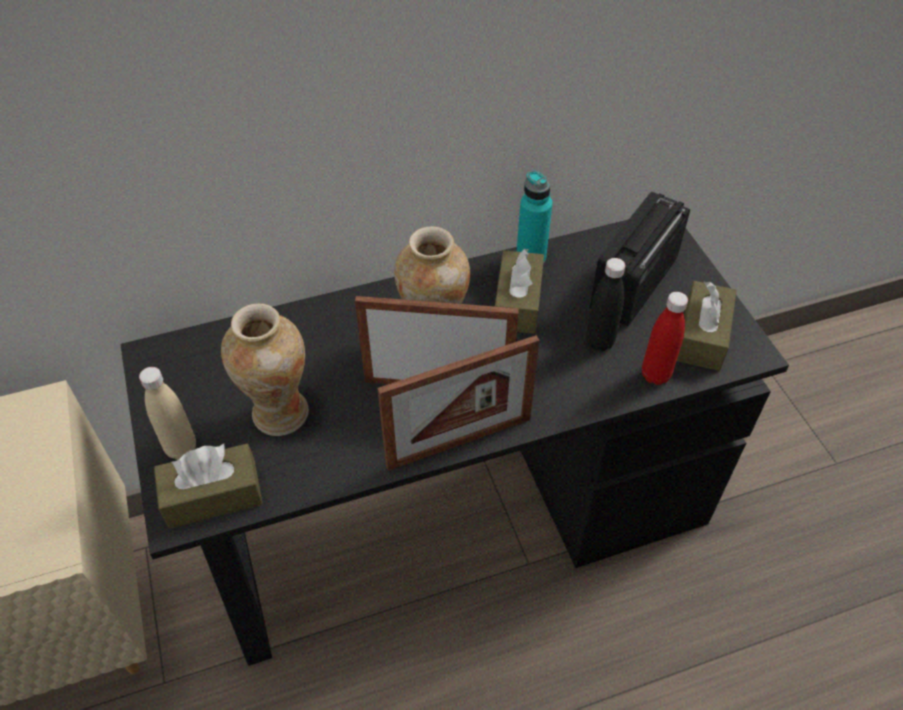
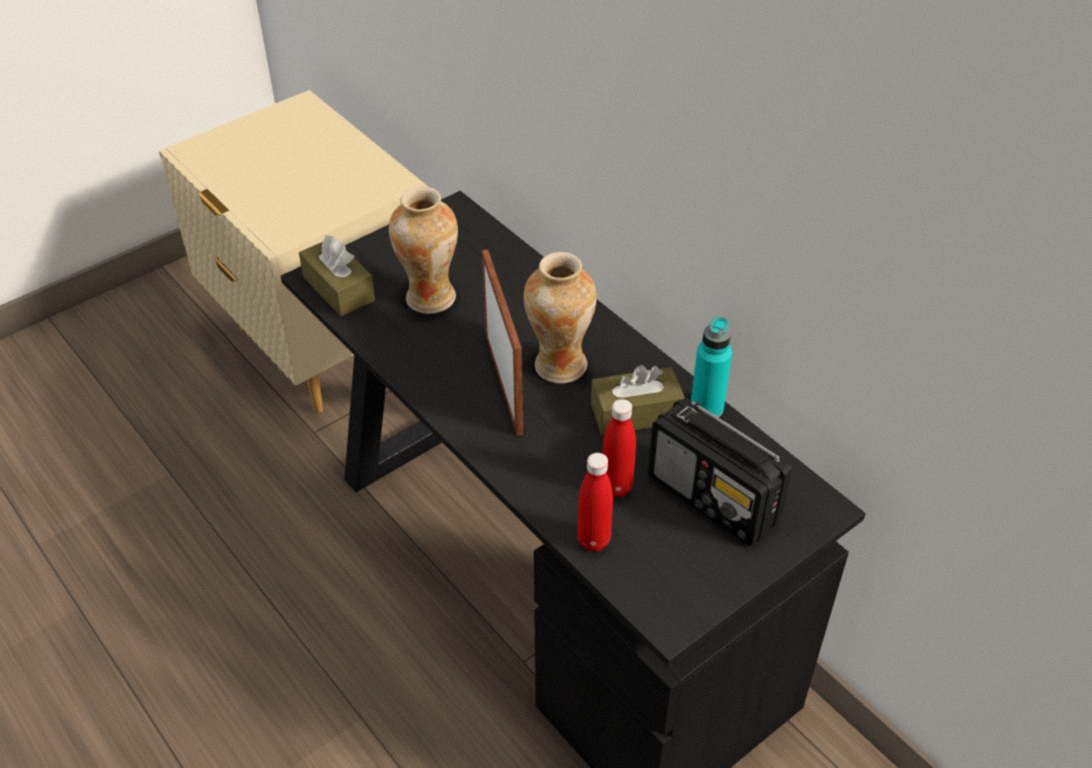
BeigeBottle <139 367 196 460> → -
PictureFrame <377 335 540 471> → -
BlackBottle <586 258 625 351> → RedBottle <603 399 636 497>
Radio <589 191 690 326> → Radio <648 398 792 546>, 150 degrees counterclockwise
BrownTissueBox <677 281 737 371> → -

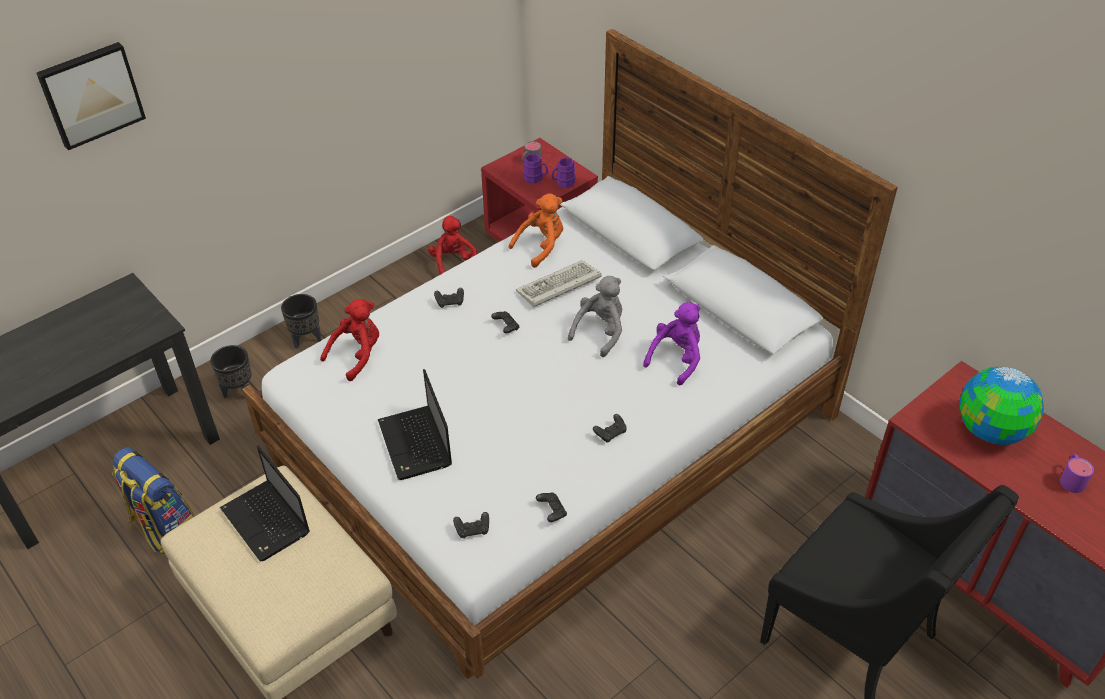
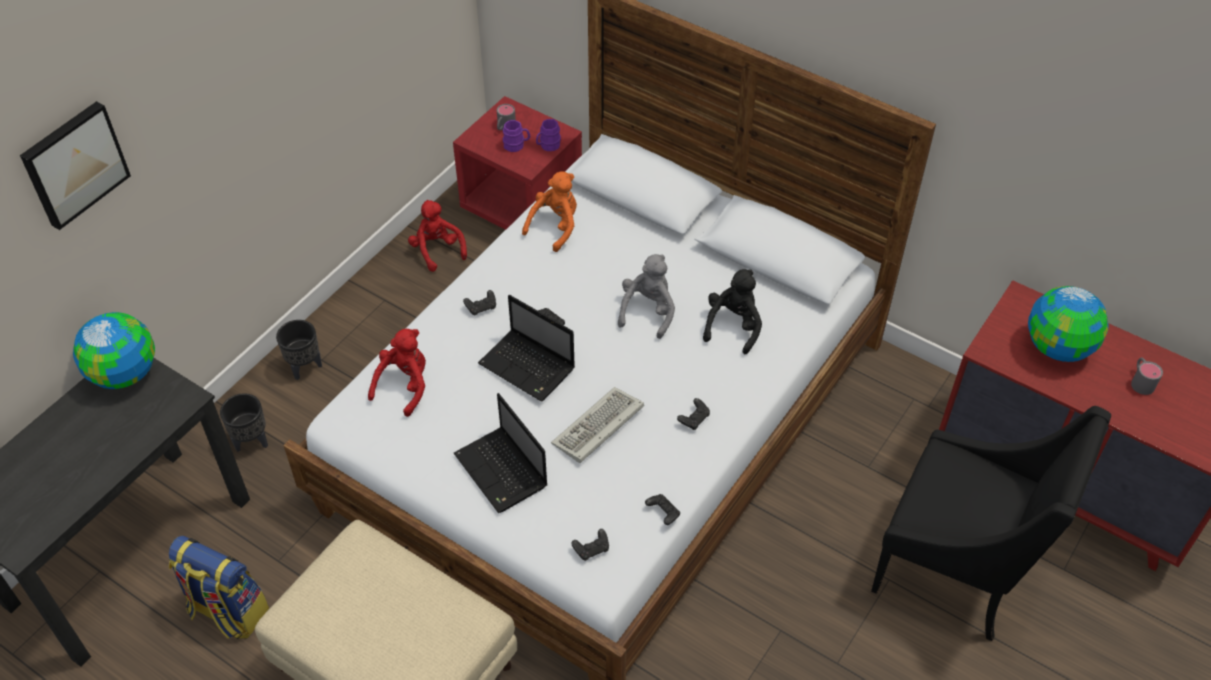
Laptop <220 446 310 562> → Laptop <478 295 575 402>, relocated
Keyboard <516 260 601 307> → Keyboard <551 387 644 463>, relocated
PurplePlushToy <643 302 700 385> → BlackPlushToy <703 269 762 354>
PurpleMug <1060 454 1094 493> → GreyMug <1131 358 1163 395>
- → Globe <73 312 155 389>

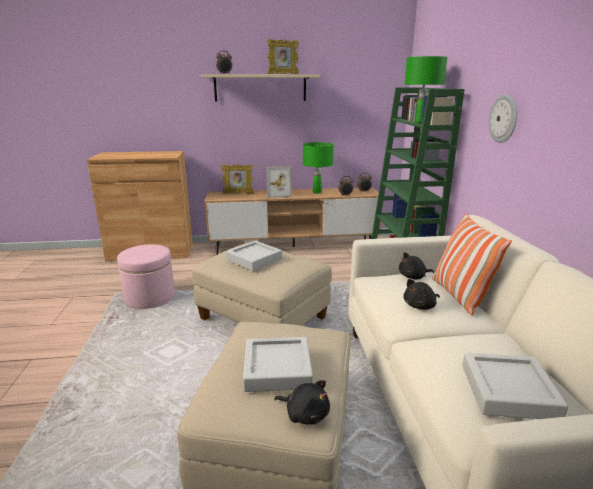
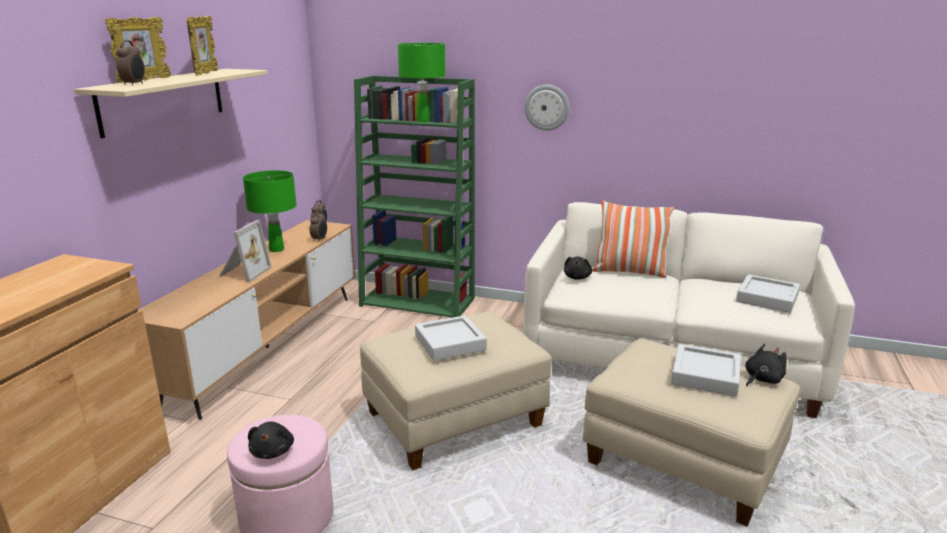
PictureFrame <221 165 254 194> → PictureFrame <105 17 171 83>, relocated
BlackPlushToy <404 279 440 310> → BlackPlushToy <248 421 294 459>, relocated

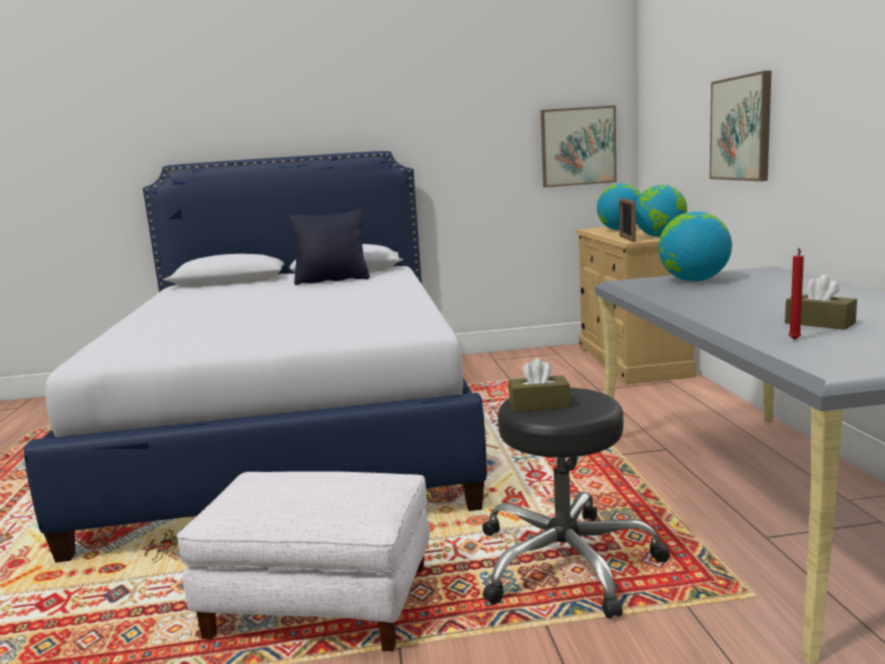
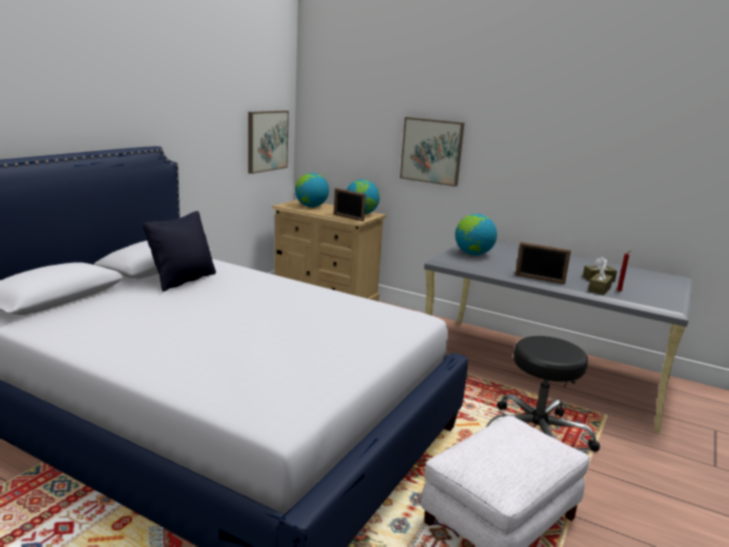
BrownTissueBox <509 358 570 412> → BrownTissueBox <588 266 613 295>, relocated
- → PictureFrame <515 242 571 284>

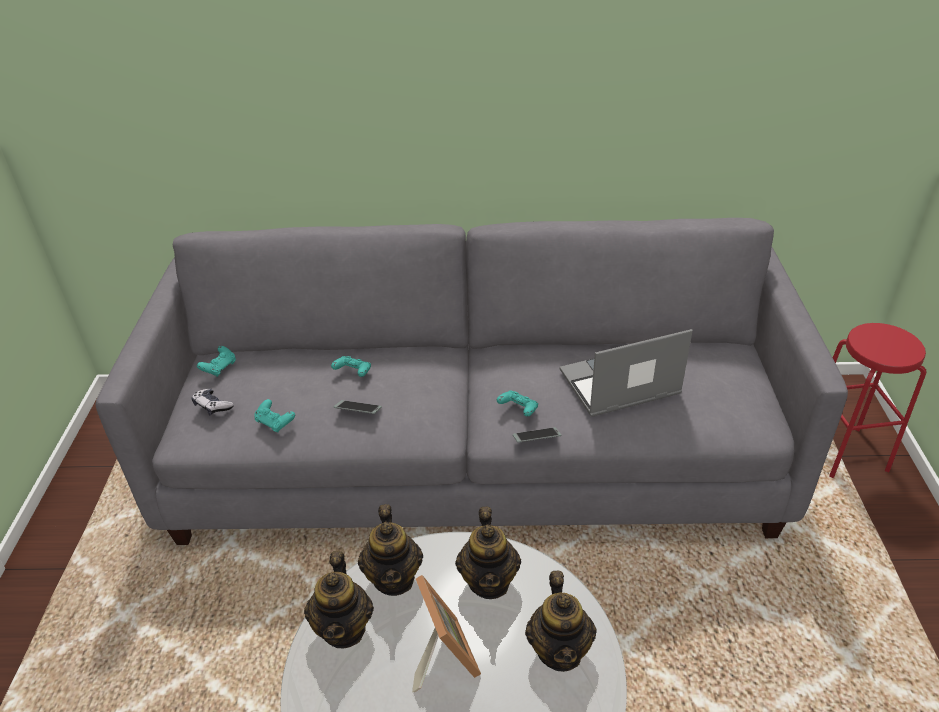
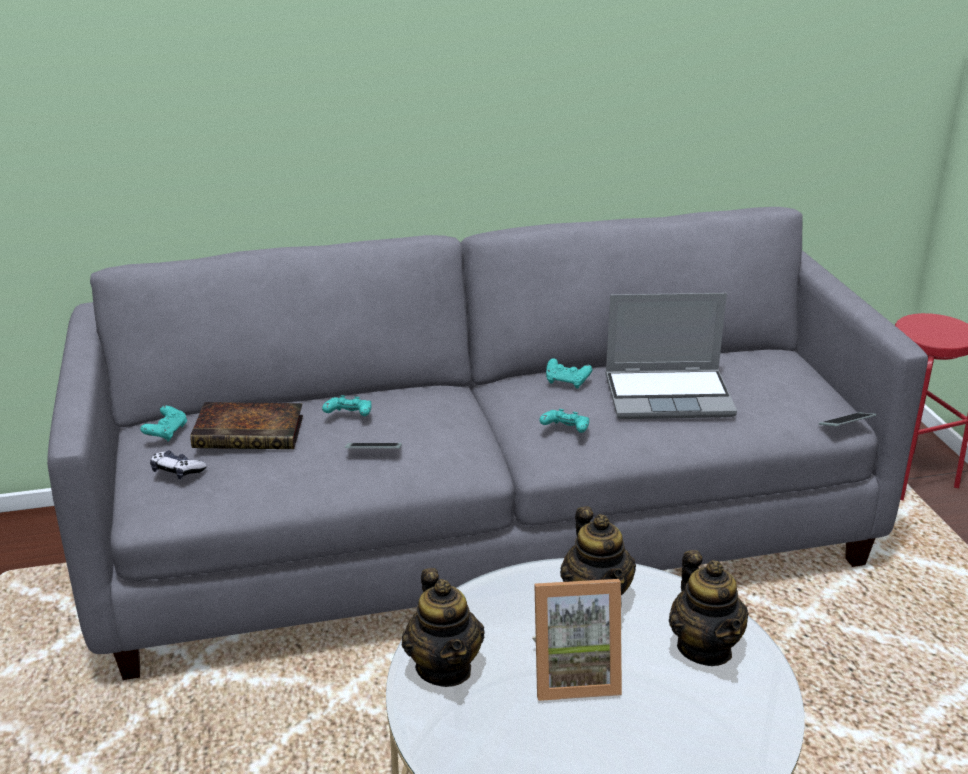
TurquoiseGameController <254 399 295 432> → TurquoiseGameController <546 358 592 389>, relocated
Teapot <358 504 423 596> → -
PictureFrame <412 575 481 692> → PictureFrame <532 579 622 701>, 120 degrees clockwise
Phone <513 427 561 443> → Phone <819 412 876 426>, relocated
Laptop <560 329 693 417> → Laptop <605 293 737 419>, 150 degrees counterclockwise
- → Book <191 402 303 449>

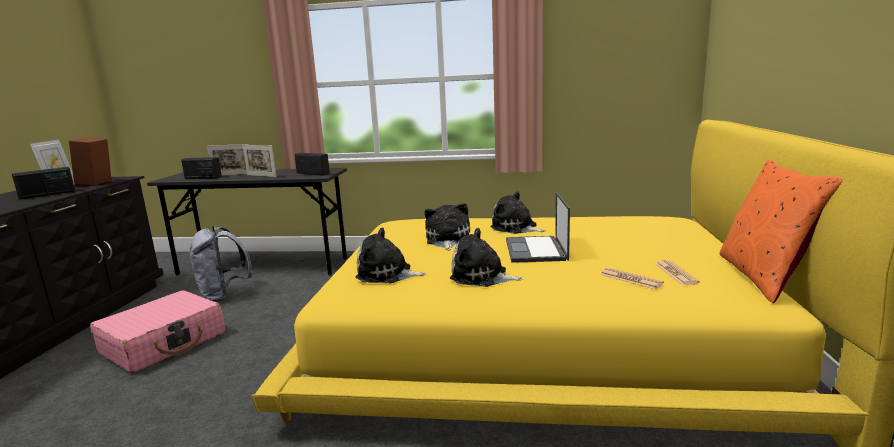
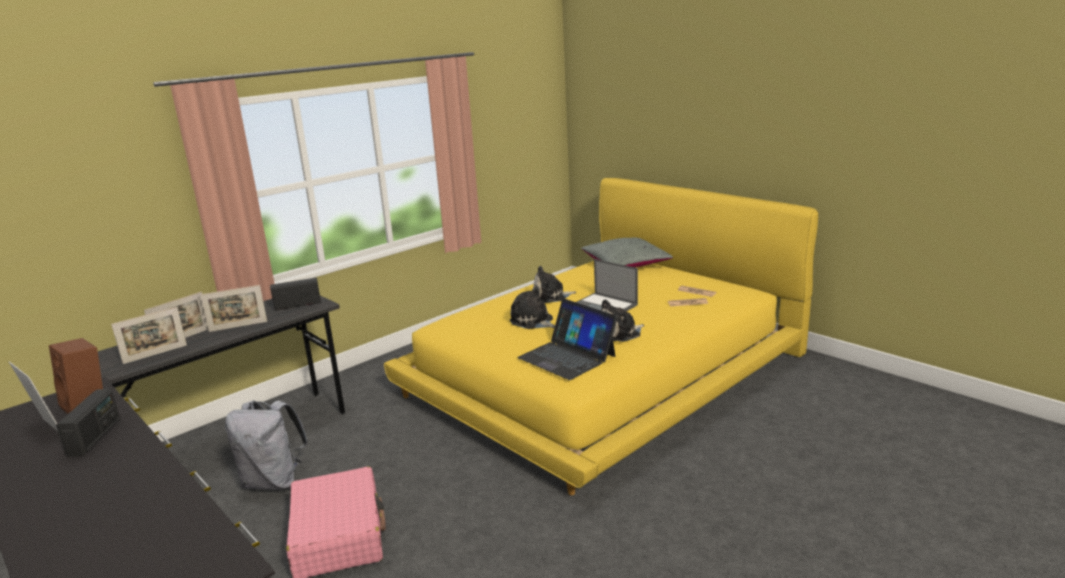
Radio <181 157 222 179> → PictureFrame <111 307 187 364>
PlushToy <355 227 426 283> → Laptop <517 298 618 380>
OrangePillow <719 160 843 303> → -
- → GreyPillow <581 237 673 268>

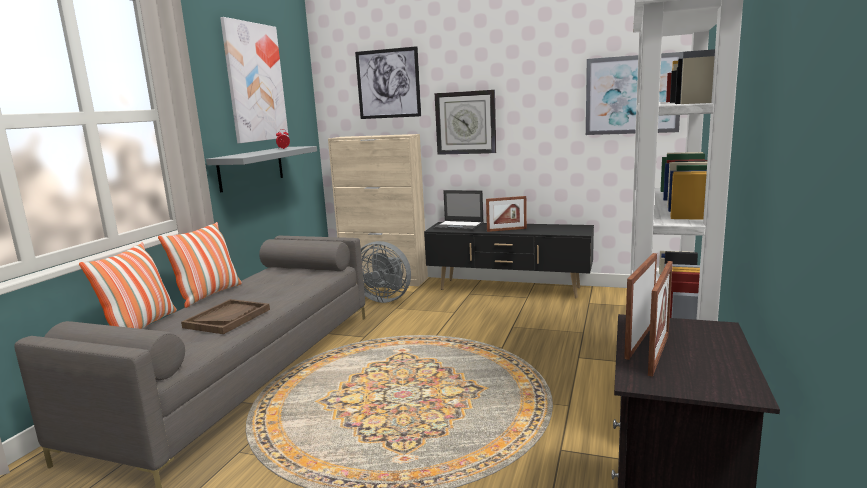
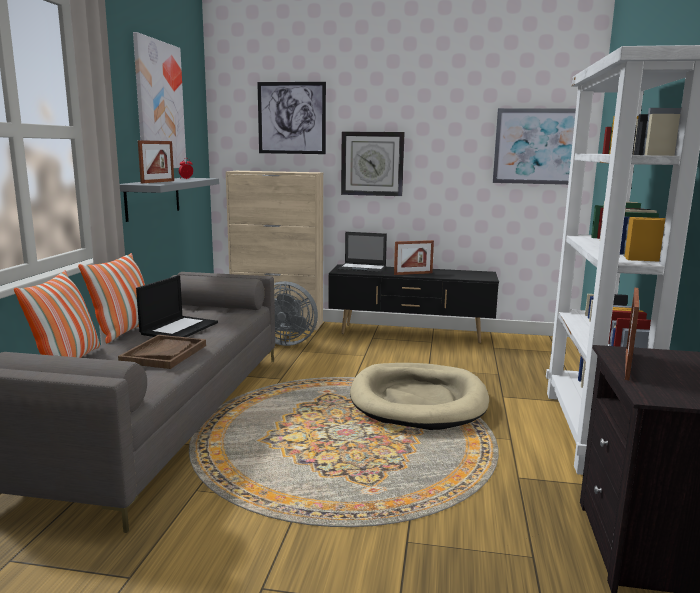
PictureFrame <648 261 673 377> → PictureFrame <138 140 174 183>, relocated
- → Laptop <136 275 218 337>
- → BeigeDogBed <350 363 489 430>

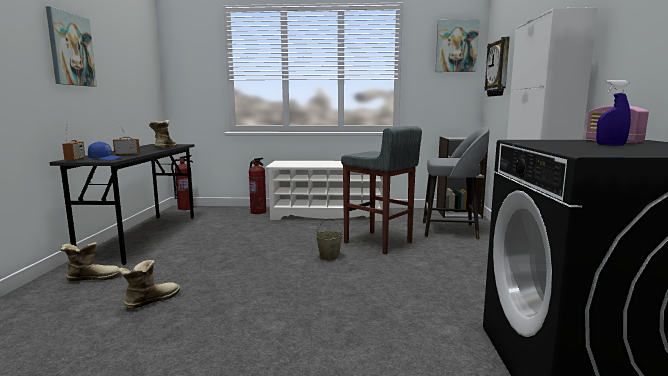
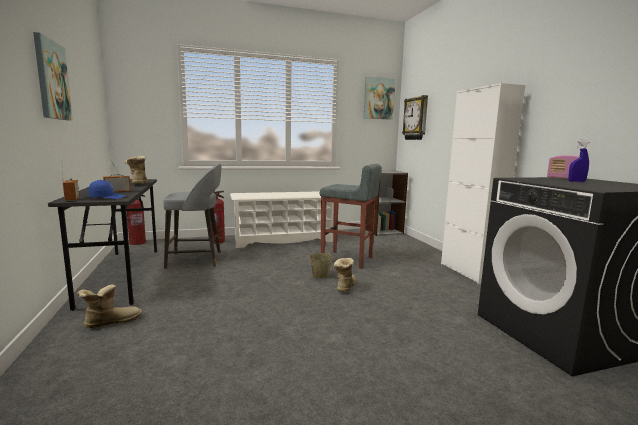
Boot <117 260 180 309> → Boot <334 258 356 292>, relocated
GreyStool <423 127 489 240> → GreyStool <163 163 221 269>, relocated

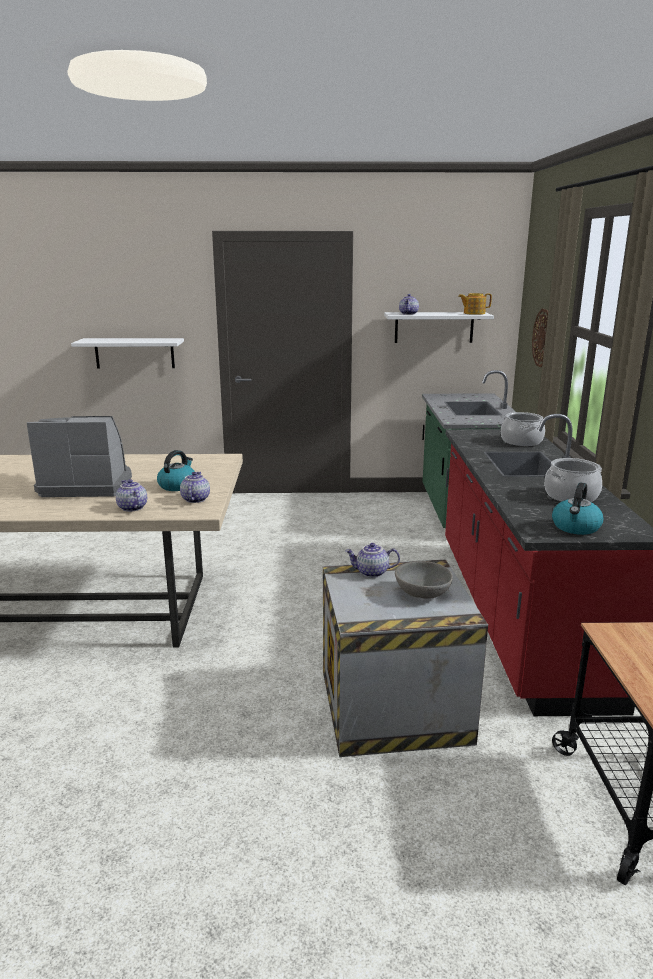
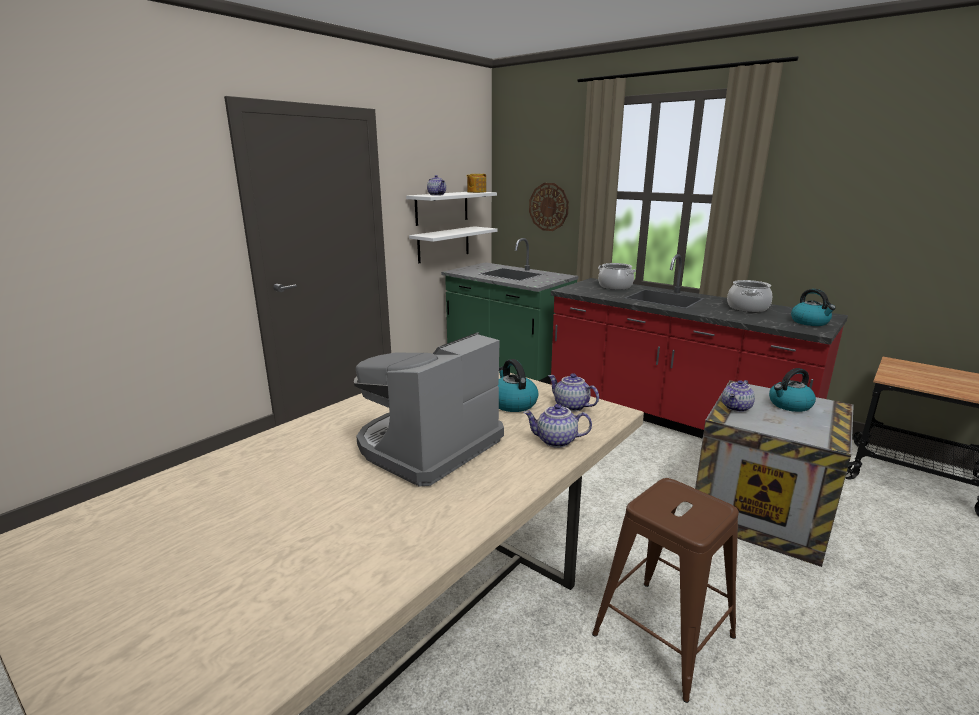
WhiteShelf <71 338 184 369> → WhiteShelf <409 226 497 263>, relocated
GreyBowl <395 561 453 599> → Kettle <769 368 816 412>
- → BrownStool <592 478 739 703>

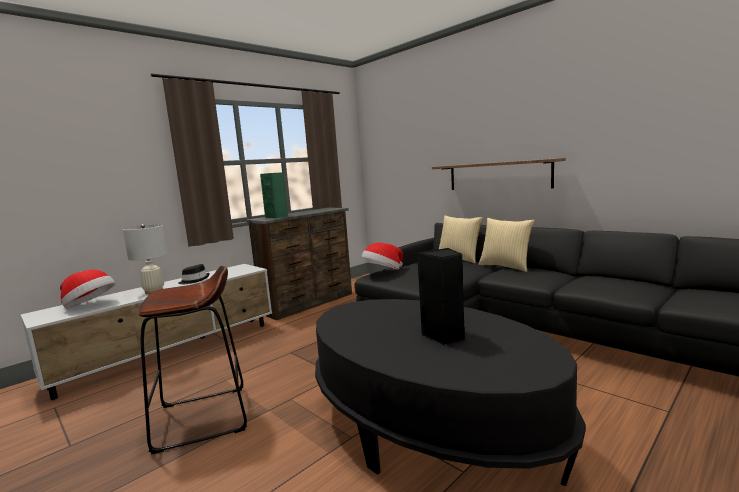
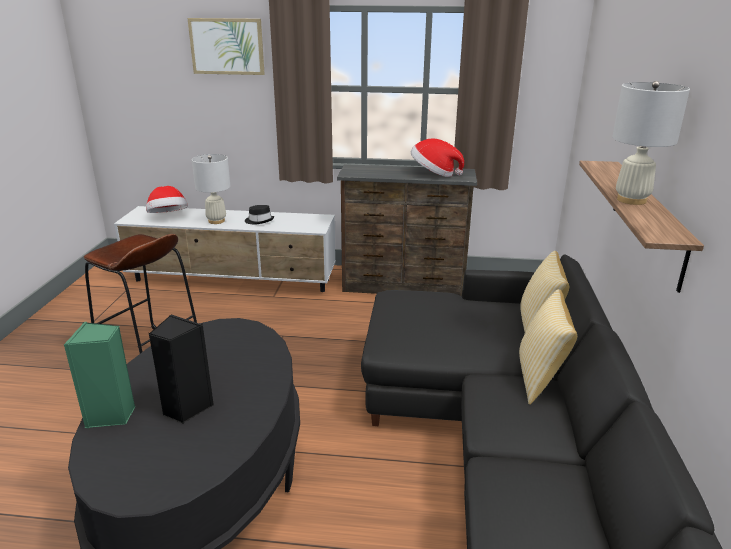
GreenSpeaker <260 172 288 218> → GreenSpeaker <64 322 136 428>, relocated
Hat <361 243 403 270> → Hat <411 139 464 177>, relocated
- → Picture <187 18 265 75>
- → WhiteTableLamp <612 81 690 205>

